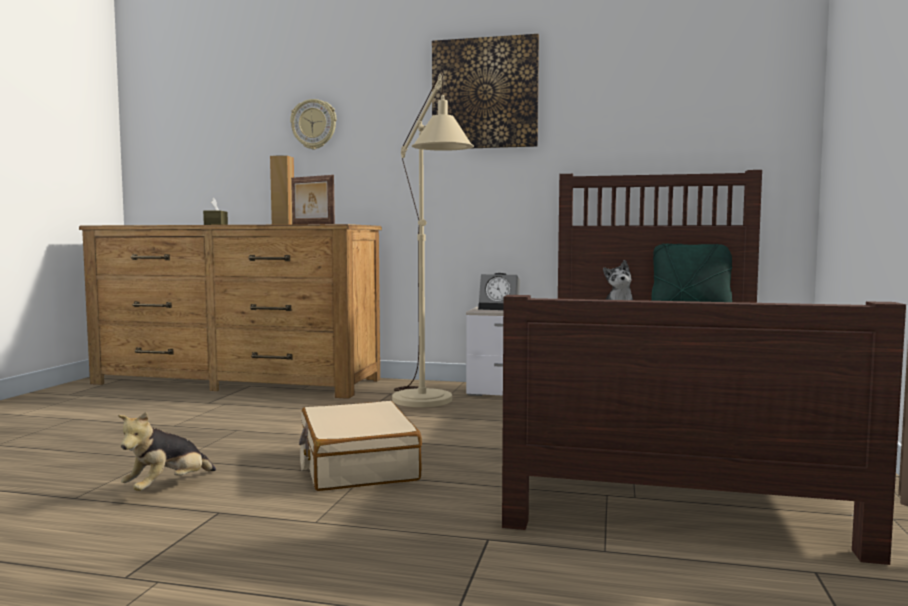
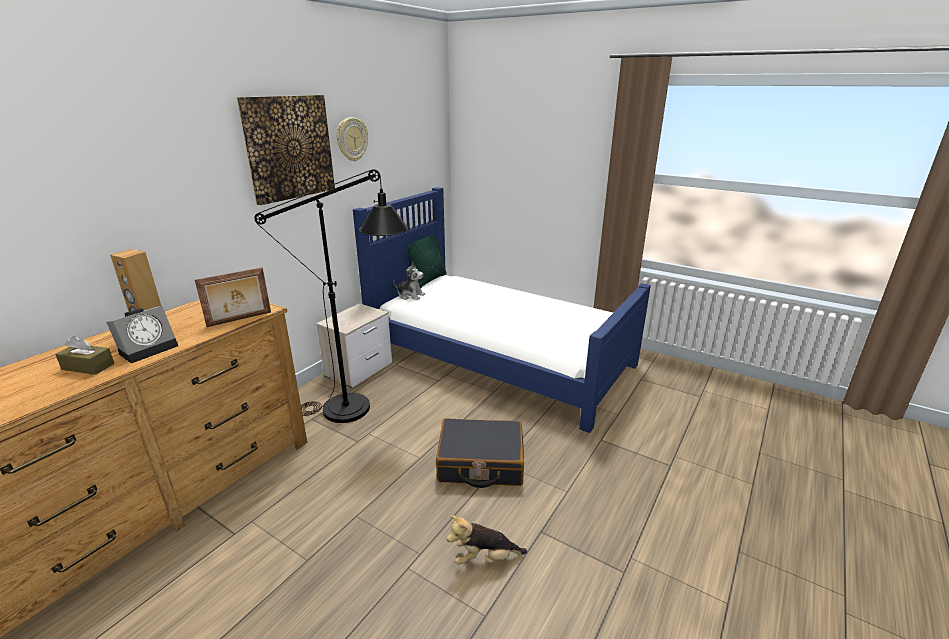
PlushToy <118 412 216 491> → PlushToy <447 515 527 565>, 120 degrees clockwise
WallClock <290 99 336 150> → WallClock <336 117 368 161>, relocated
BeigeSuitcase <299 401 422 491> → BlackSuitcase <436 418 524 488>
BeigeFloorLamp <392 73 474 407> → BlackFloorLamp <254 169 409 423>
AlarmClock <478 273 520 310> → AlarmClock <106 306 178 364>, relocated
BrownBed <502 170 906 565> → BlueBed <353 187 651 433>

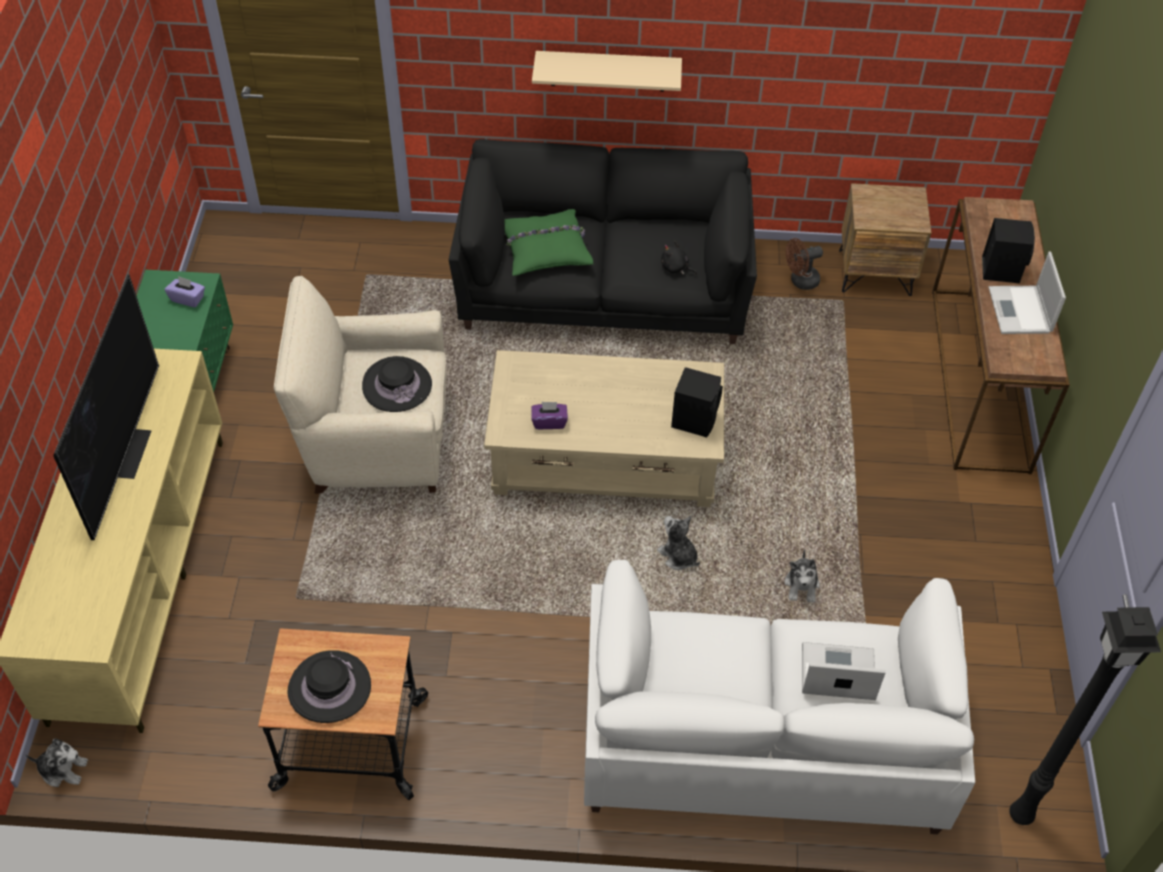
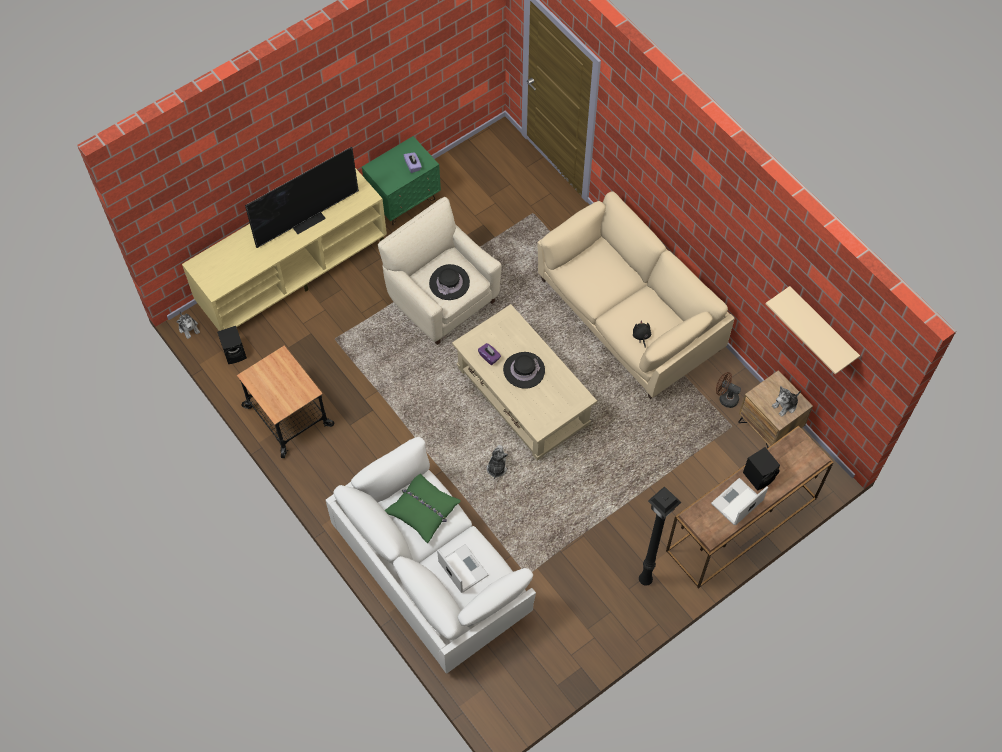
BlackHat <288 650 371 723> → BlackHat <503 352 545 389>, relocated
BlackSofa <449 139 757 344> → BeigeSofa <537 191 735 399>
GreenPillow <504 209 594 276> → GreenPillow <385 474 461 543>, relocated
BeigeShelf <532 51 682 92> → BeigeShelf <766 286 860 374>, relocated
BlackSpeaker <671 367 723 437> → BlackSpeaker <217 326 247 364>, relocated
PlushToy <784 549 820 603> → PlushToy <772 386 801 417>, relocated
BlackFloorLamp <1009 607 1161 825> → BlackFloorLamp <639 486 681 585>, relocated

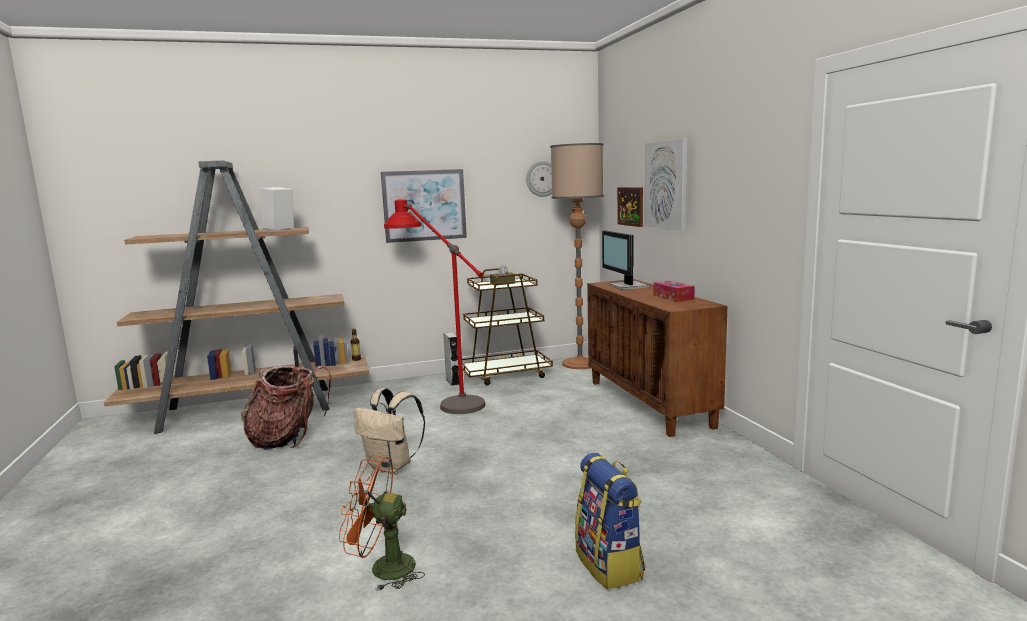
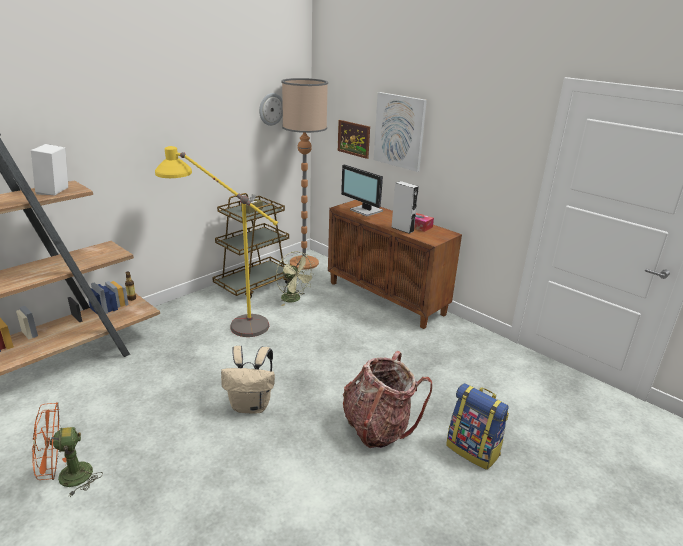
Backpack <241 366 331 450> → Backpack <343 351 432 448>, relocated
OrangeFan <339 455 425 591> → OrangeFan <32 402 103 497>, relocated
Picture <381 169 467 243> → -
RedFloorLamp <384 199 486 414> → YellowFloorLamp <155 146 278 337>
GreySpeaker <443 332 459 386> → GreySpeaker <391 181 419 234>, relocated
- → GreenFan <276 251 316 306>

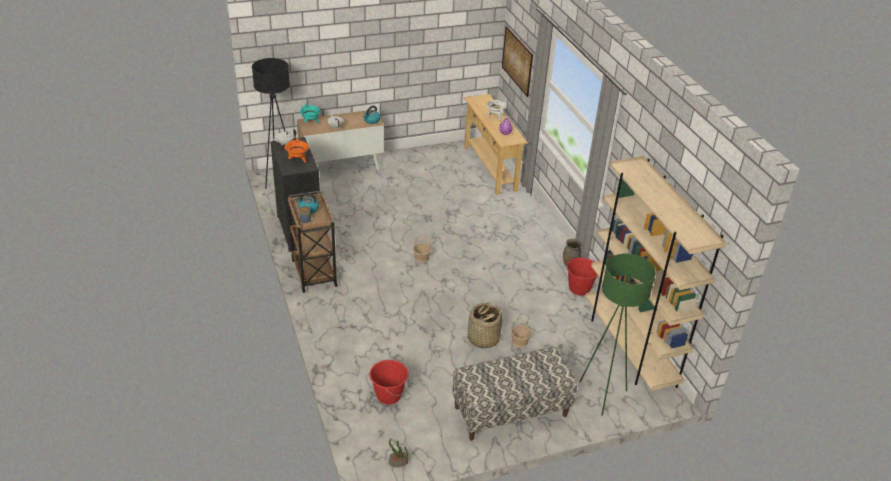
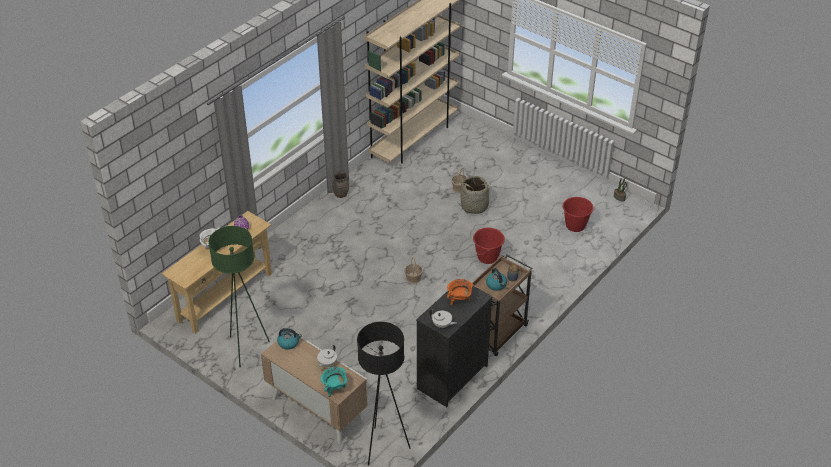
Bench <452 347 577 441> → -
Picture <502 26 533 97> → -
RedBucket <567 258 599 296> → RedBucket <473 228 505 264>, relocated
GreenFloorLamp <579 254 656 416> → GreenFloorLamp <208 226 270 367>, relocated

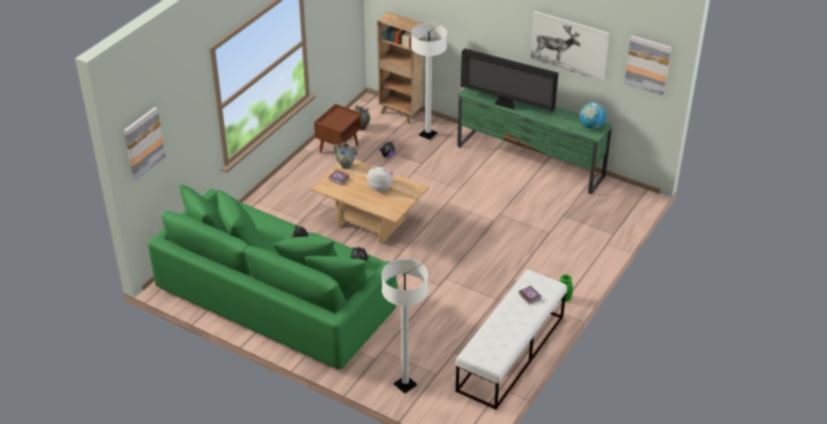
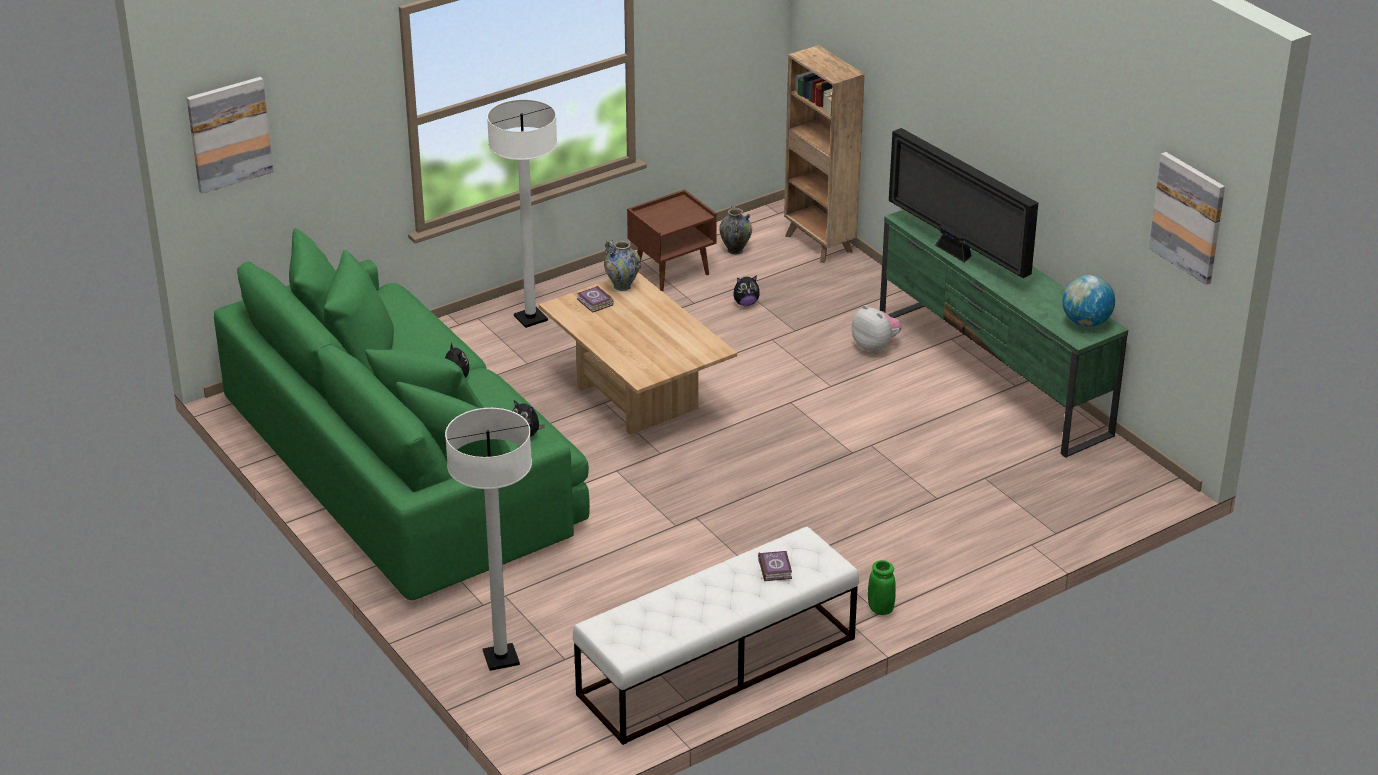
PlushToy <367 166 394 192> → PlushToy <852 305 902 354>, relocated
WhiteFloorLamp <411 23 447 140> → WhiteFloorLamp <487 99 557 328>, relocated
Picture <530 11 609 82> → -

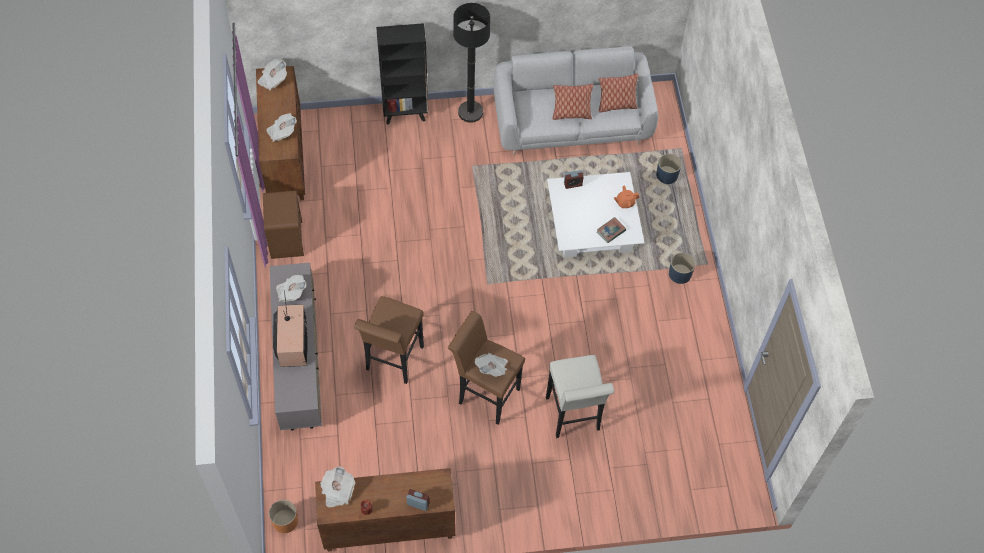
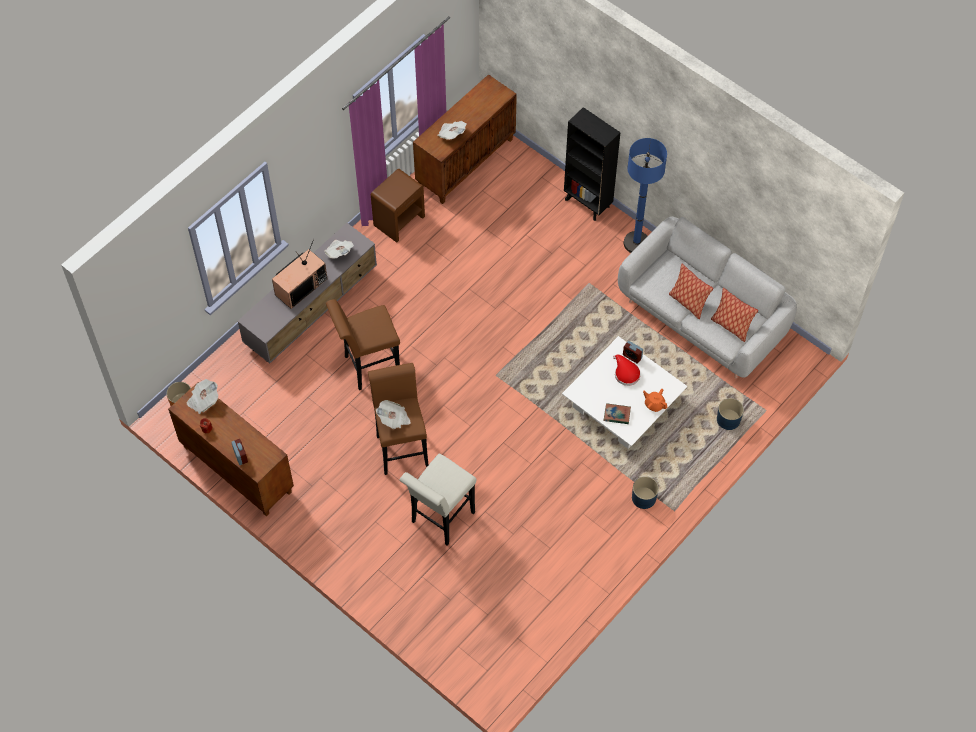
Newspaper <258 59 287 90> → -
BlackFloorLamp <453 3 490 123> → BlueFloorLamp <624 138 667 253>
- → RedHat <613 355 641 386>

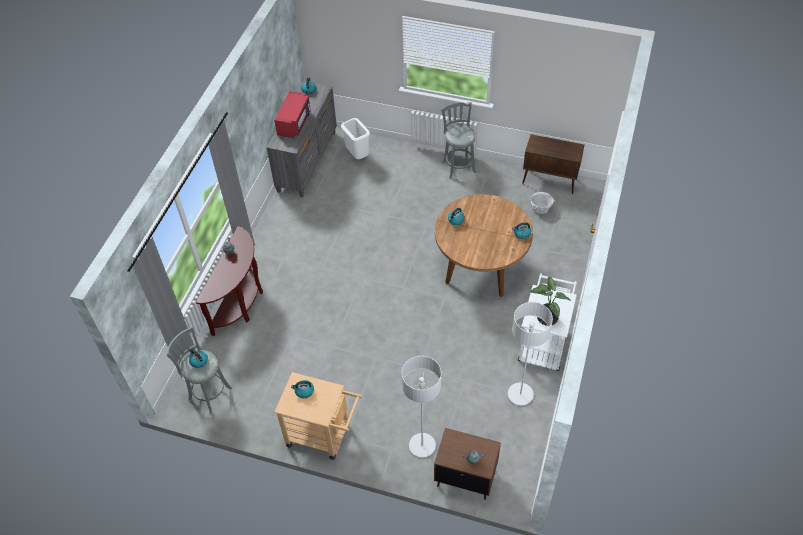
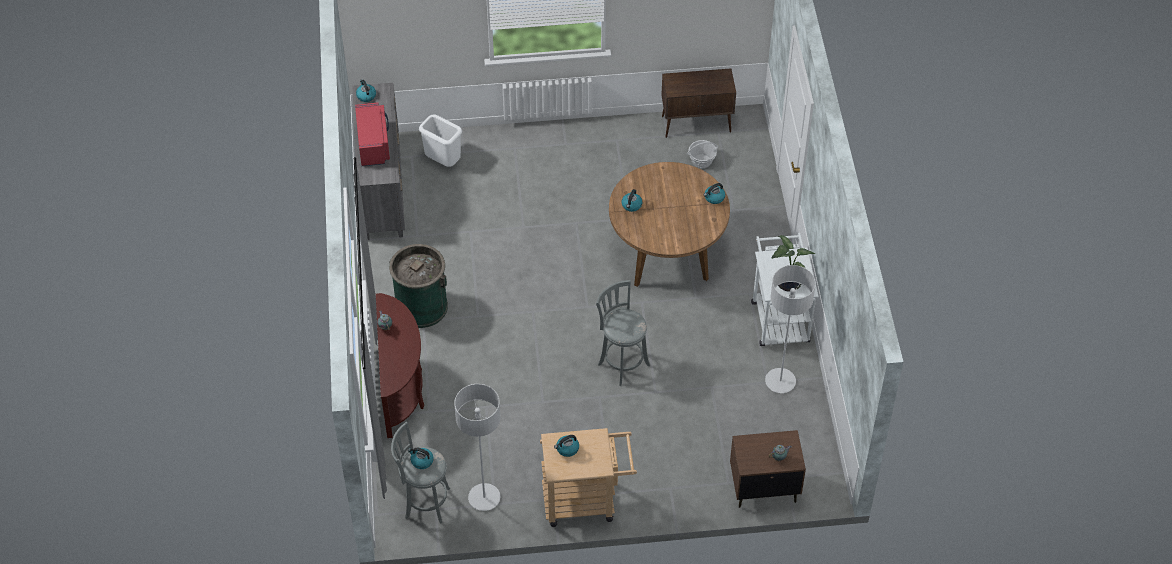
GreyFloorLamp <401 356 442 457> → GreyFloorLamp <454 384 500 511>, relocated
GreyStool <442 102 476 179> → GreyStool <596 280 650 386>, relocated
- → GreenTrashCan <389 244 448 328>

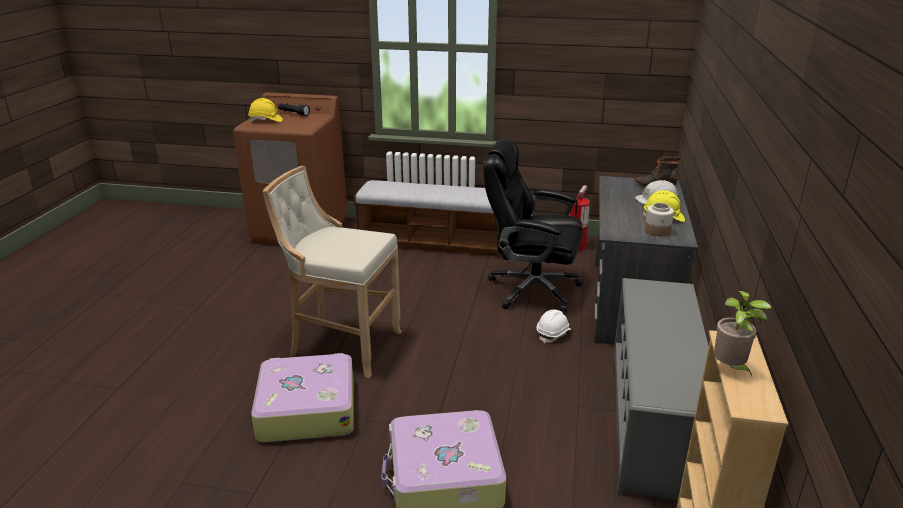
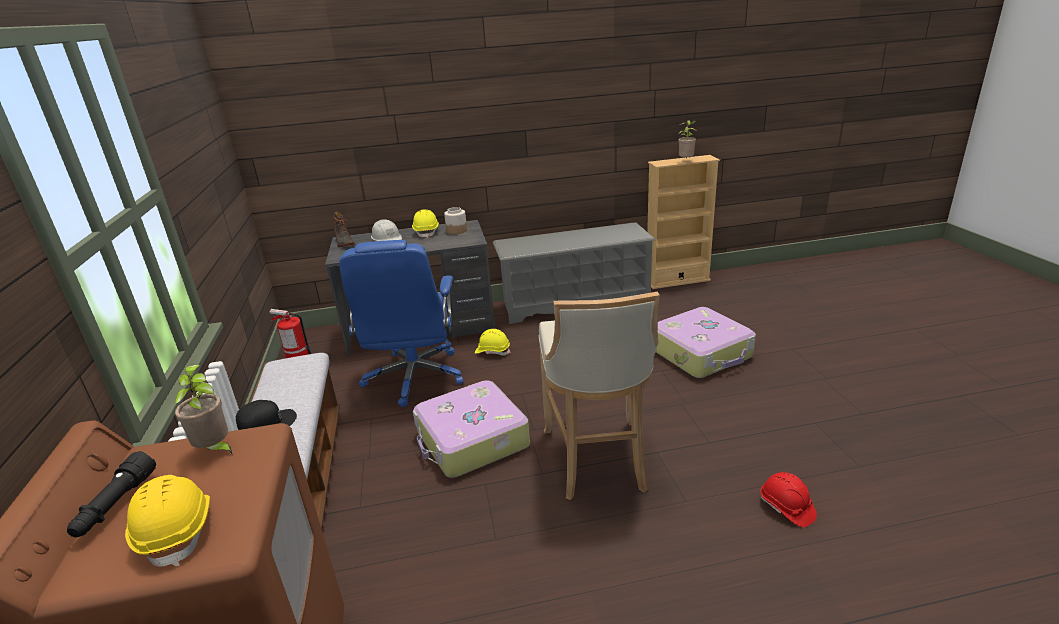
Suitcase <251 353 354 442> → Suitcase <413 380 530 478>, relocated
BlackOfficeChair <484 139 584 312> → BlueOfficeChair <339 240 463 407>
WhiteHardHat <537 309 571 344> → YellowHardHat <475 329 511 356>
- → PottedPlant <174 365 232 454>
- → BlackCap <236 400 297 430>
- → RedHardHat <760 472 817 527>

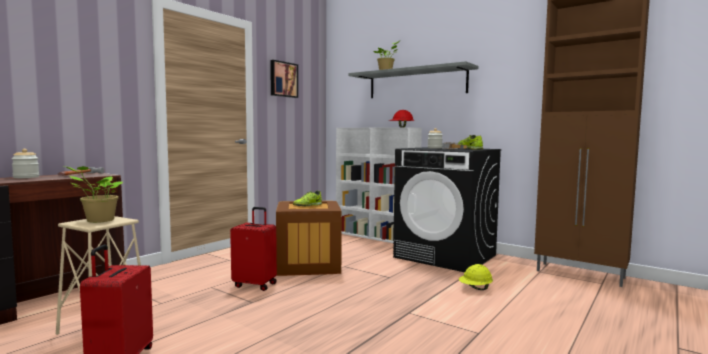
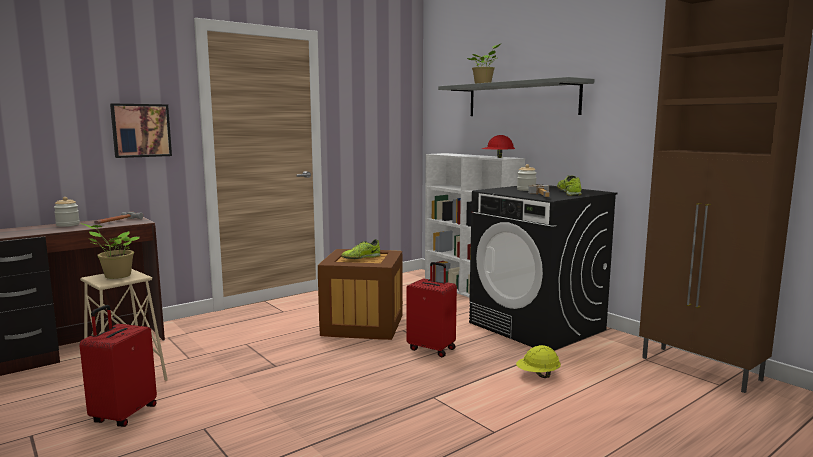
RedSuitcase <230 207 277 291> → RedSuitcase <406 262 457 357>, relocated
Picture <270 60 298 98> → Picture <110 103 172 158>, relocated

